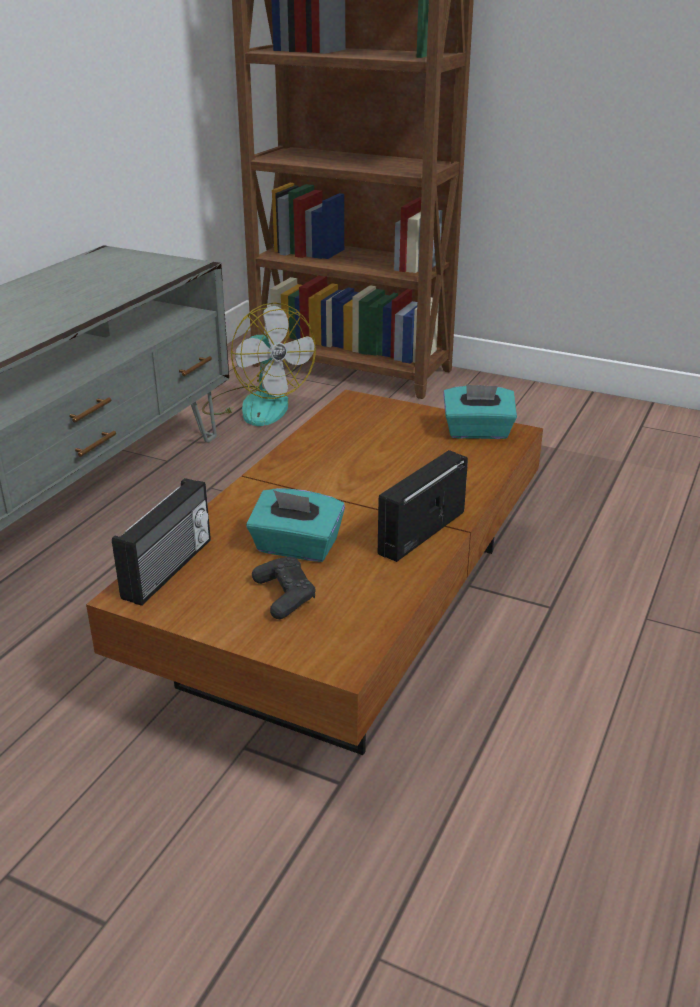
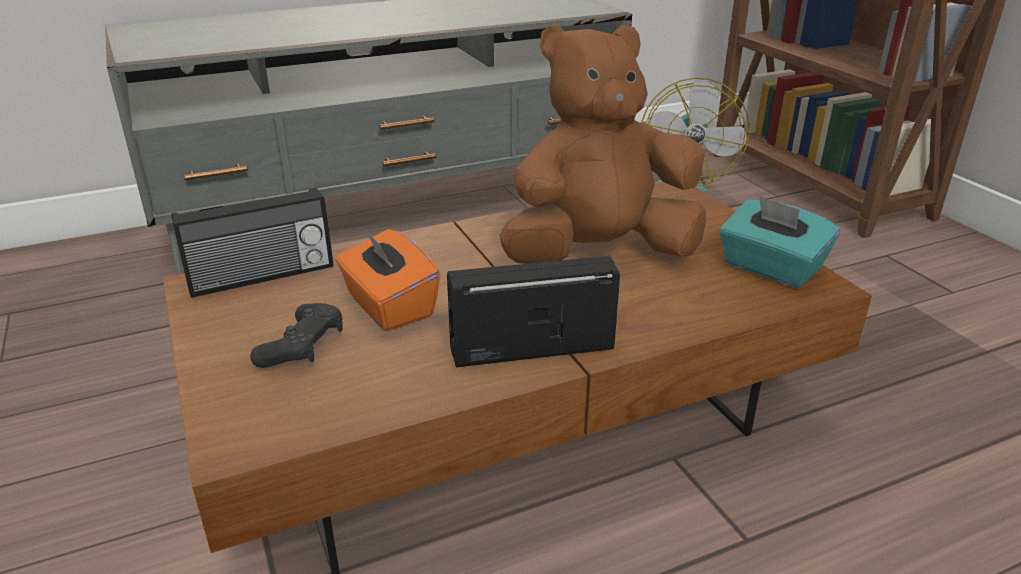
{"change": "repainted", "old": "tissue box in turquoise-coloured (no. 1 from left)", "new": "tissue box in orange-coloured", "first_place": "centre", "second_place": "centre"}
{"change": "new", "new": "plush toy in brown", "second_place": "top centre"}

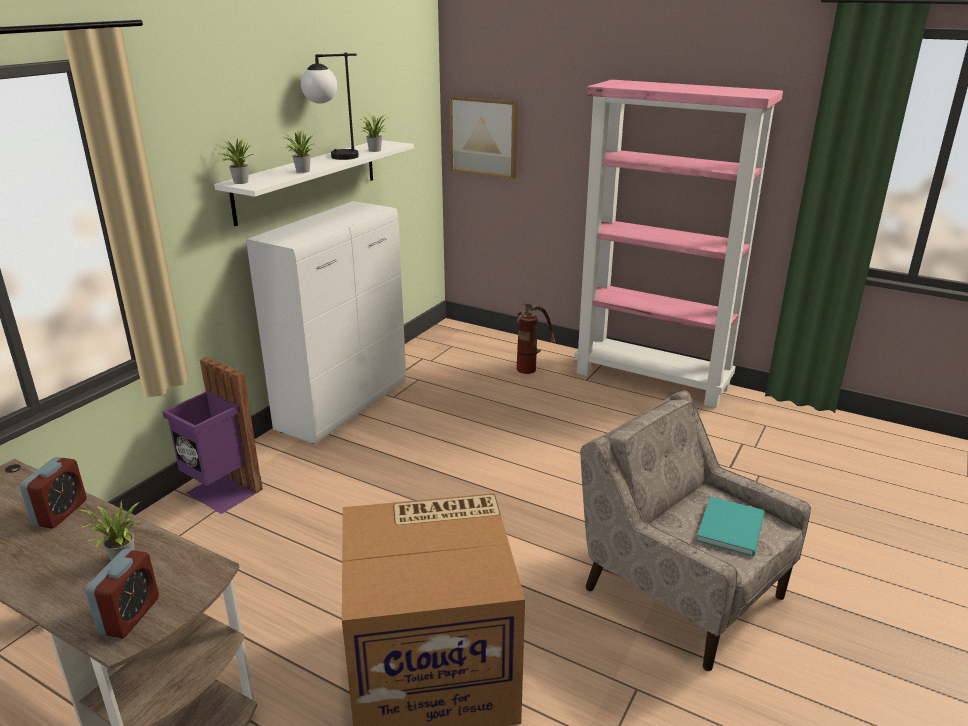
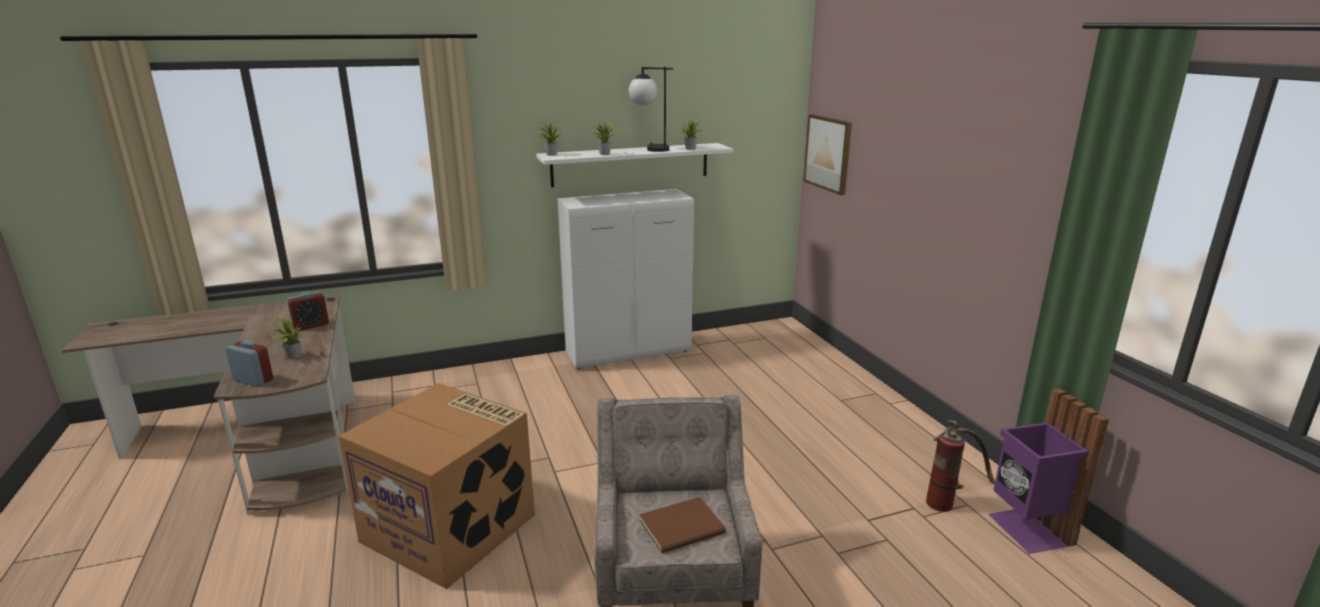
{"change": "gone", "old": "bookcase in pink-coloured", "first_place": "middle right"}
{"change": "shifted", "old": "fire-fighting cylinder", "first_place": "centre", "second_place": "bottom right"}
{"change": "shifted", "old": "waste bin in purple", "first_place": "middle left", "second_place": "bottom right"}
{"change": "repainted", "old": "volume in turquoise-coloured", "new": "volume in brown", "first_place": "bottom right", "second_place": "bottom centre"}
{"change": "rotated", "old": "alarm clock (no. 2 from left in the first image)", "first_place": "bottom left", "second_place": "middle left", "degrees": -120}

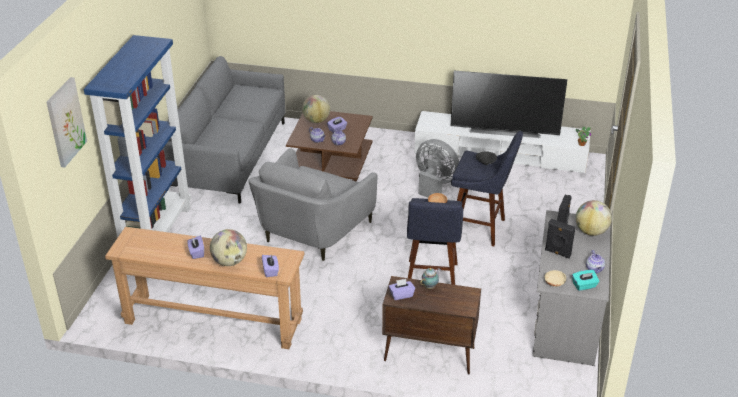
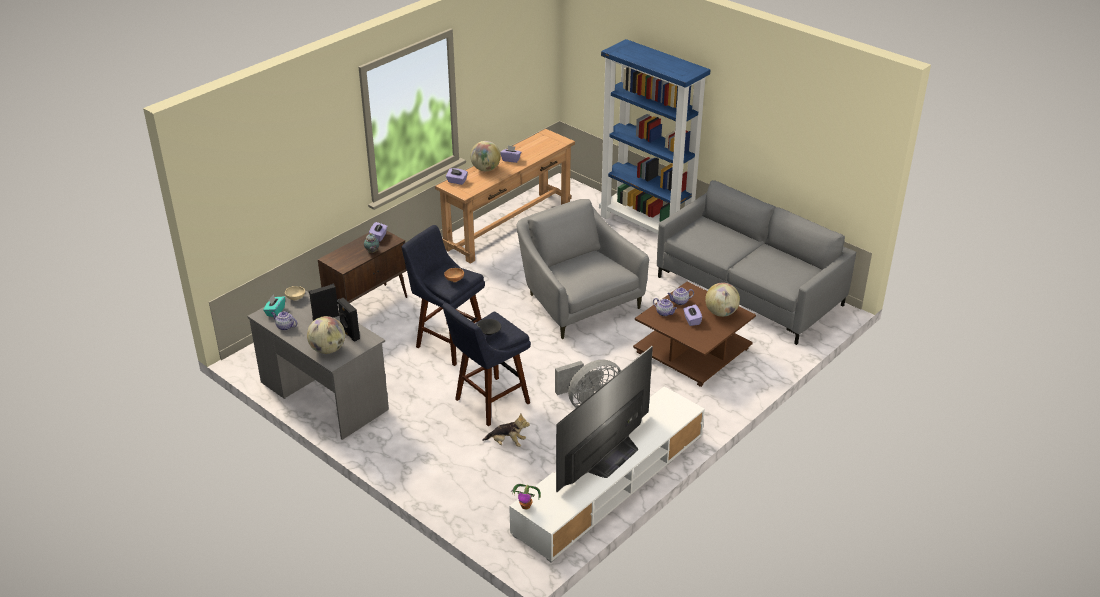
{"change": "gone", "old": "wall picture", "first_place": "top left"}
{"change": "new", "new": "plush toy", "second_place": "bottom centre"}

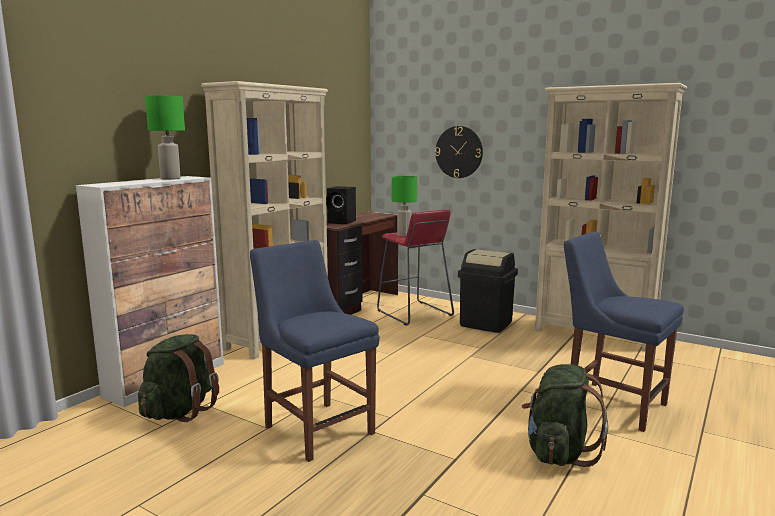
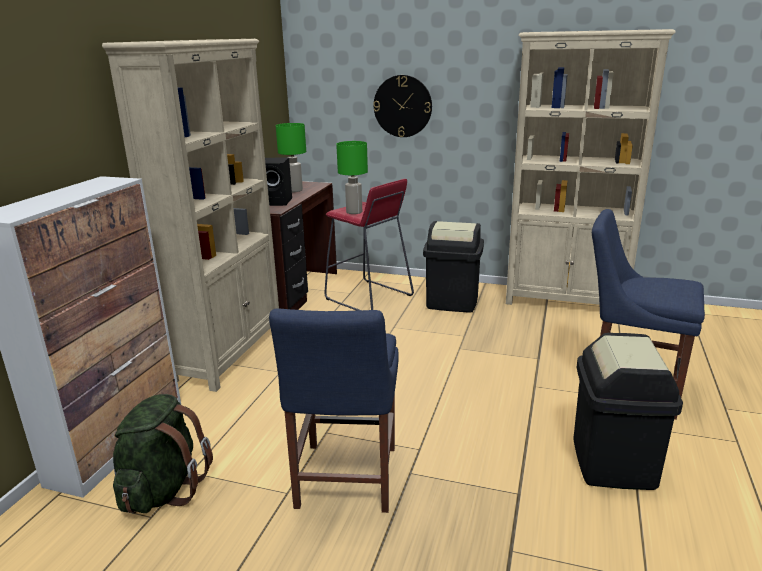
{"change": "shifted", "old": "table lamp in green-coloured (no. 1 from left)", "first_place": "top left", "second_place": "top centre"}
{"change": "rotated", "old": "chair in blue-coloured (no. 1 from left)", "first_place": "bottom centre", "second_place": "bottom centre", "degrees": -120}
{"change": "swapped", "old": "rucksack in green-coloured (no. 2 from left)", "new": "waste bin in black (no. 2 from left)", "first_place": "bottom right", "second_place": "bottom right"}

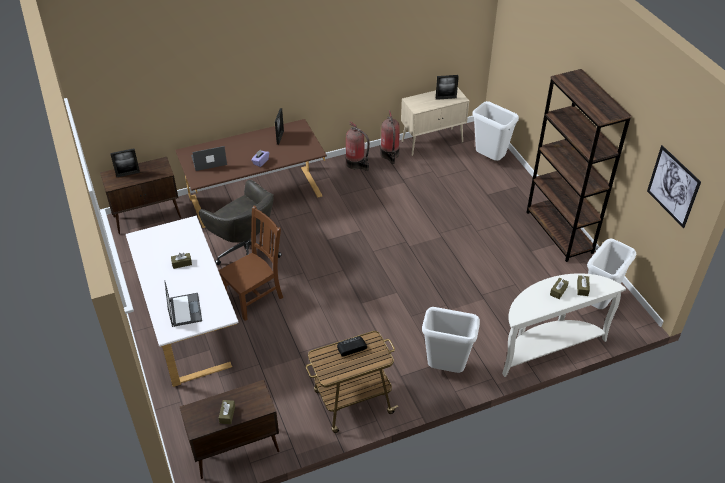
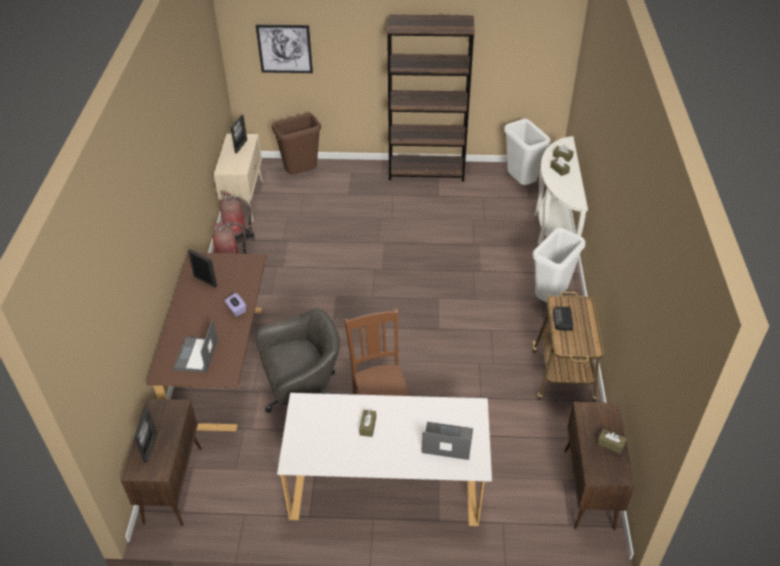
{"change": "repainted", "old": "waste bin in white-coloured (no. 2 from left)", "new": "waste bin in brown", "first_place": "top right", "second_place": "top centre"}
{"change": "shifted", "old": "wall picture", "first_place": "middle right", "second_place": "top centre"}

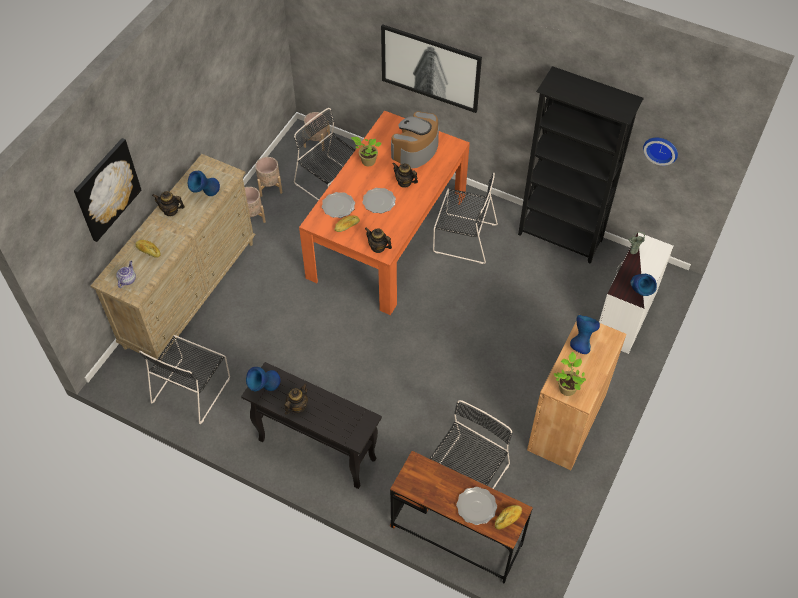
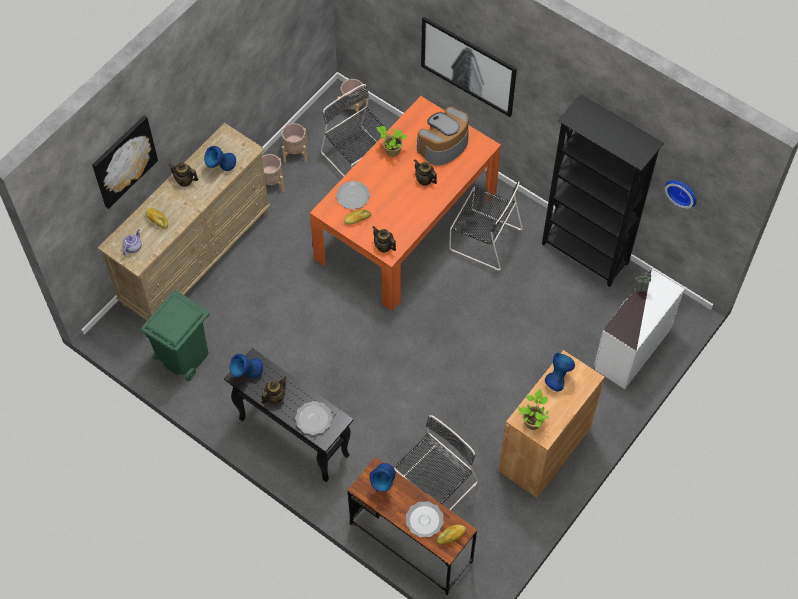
{"change": "shifted", "old": "flat dish (no. 2 from left in the first image)", "new": "flat dish (no. 1 from left)", "first_place": "centre", "second_place": "bottom centre"}
{"change": "shifted", "old": "flower vase in blue-coloured (no. 4 from left in the first image)", "new": "flower vase in blue-coloured (no. 3 from left)", "first_place": "middle right", "second_place": "bottom centre"}
{"change": "swapped", "old": "chair in black (no. 1 from left)", "new": "waste bin in green-coloured", "first_place": "middle left", "second_place": "middle left"}

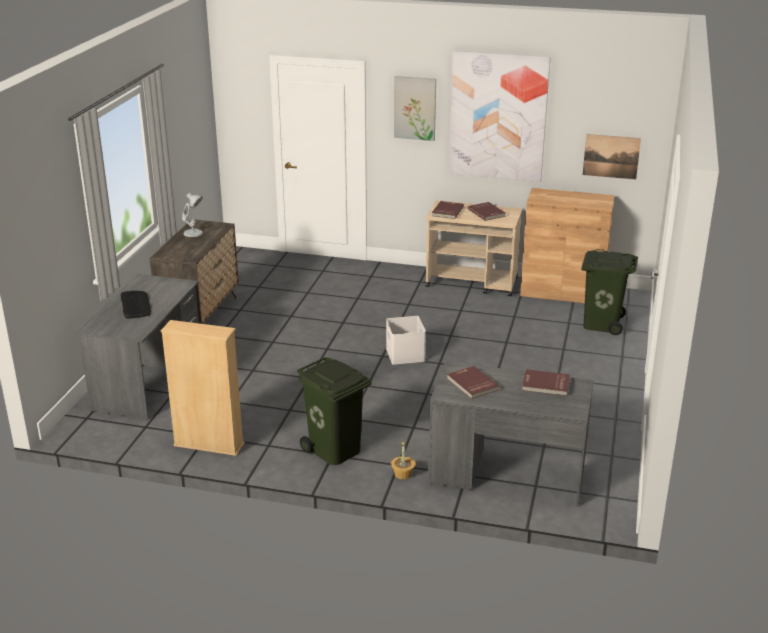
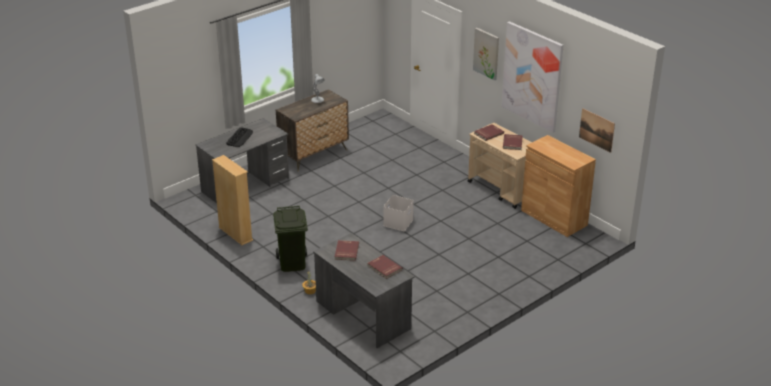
{"change": "gone", "old": "waste bin in green-coloured (no. 2 from left)", "first_place": "middle right"}

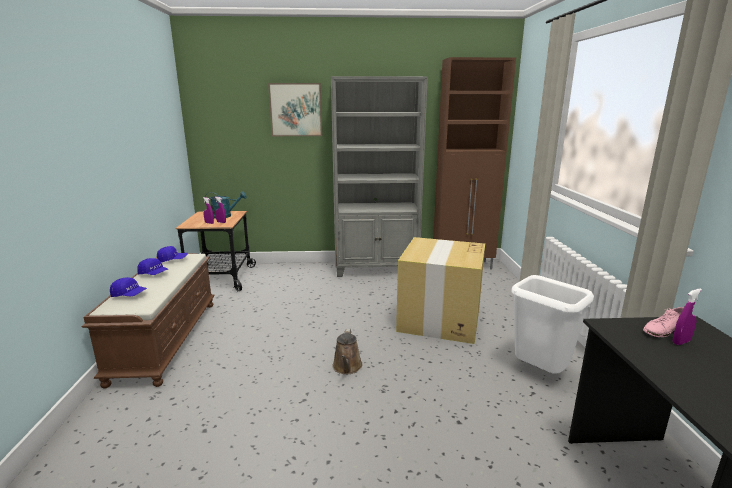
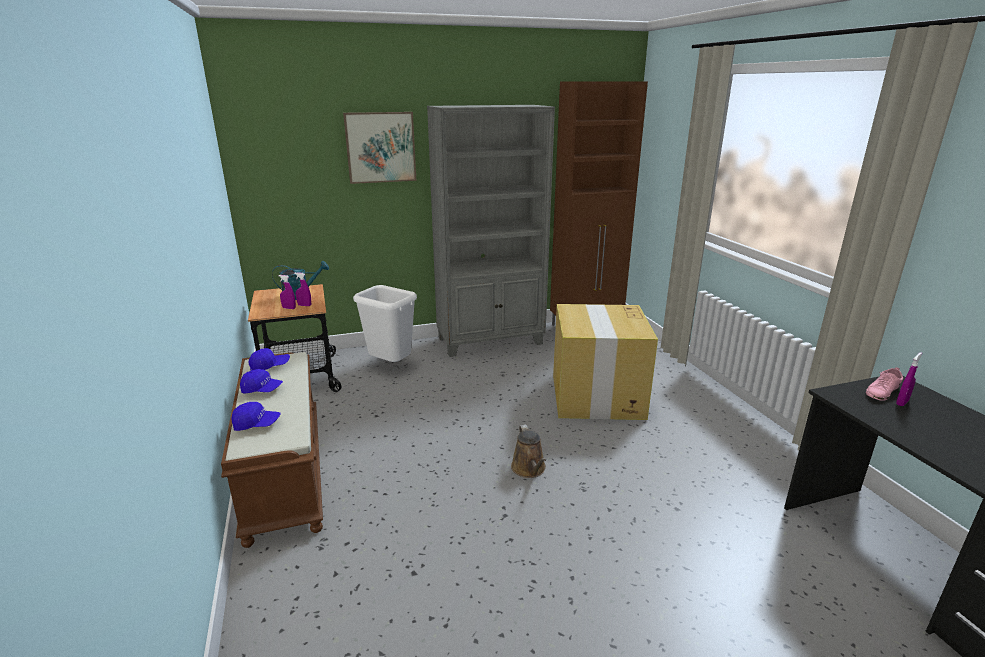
{"change": "shifted", "old": "waste bin in white-coloured", "first_place": "middle right", "second_place": "centre"}

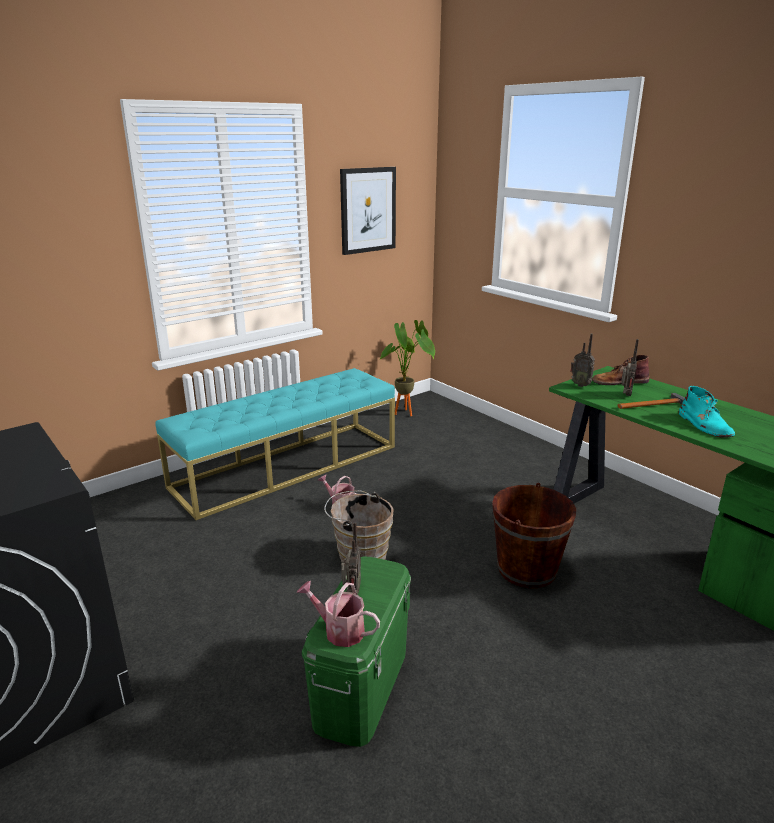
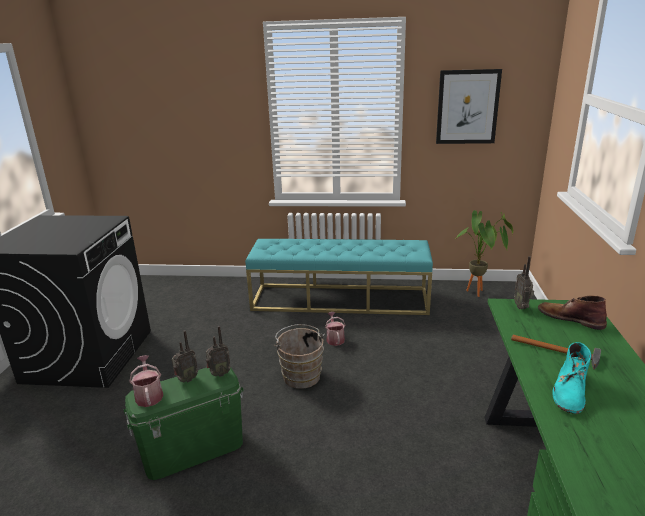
{"change": "shifted", "old": "radio set (no. 3 from left in the first image)", "new": "radio set (no. 2 from left)", "first_place": "middle right", "second_place": "bottom centre"}
{"change": "gone", "old": "bucket in brown (no. 2 from left)", "first_place": "middle right"}

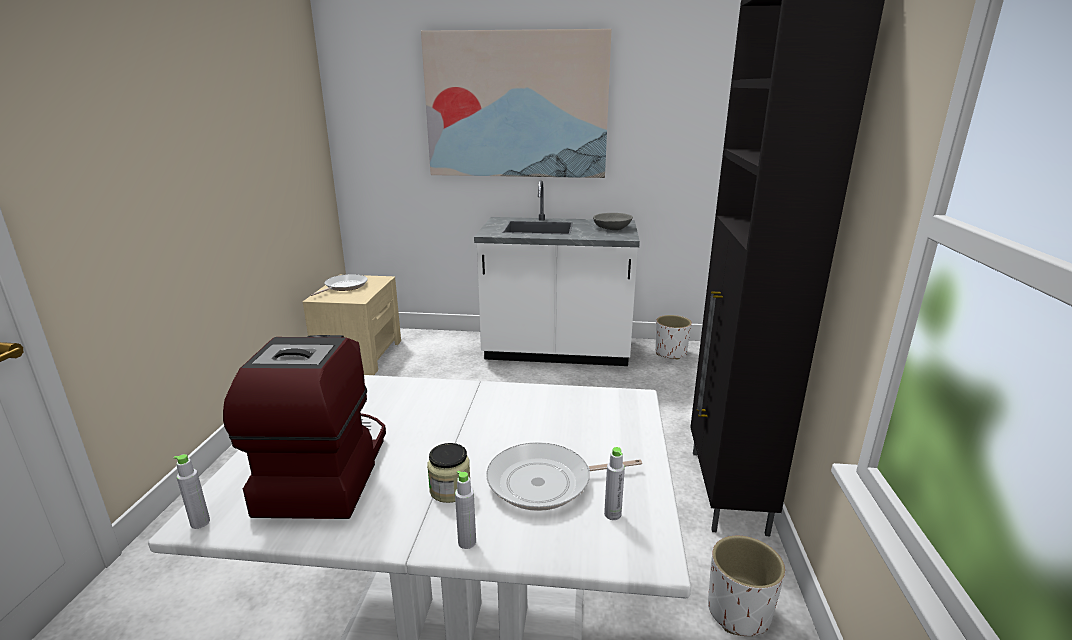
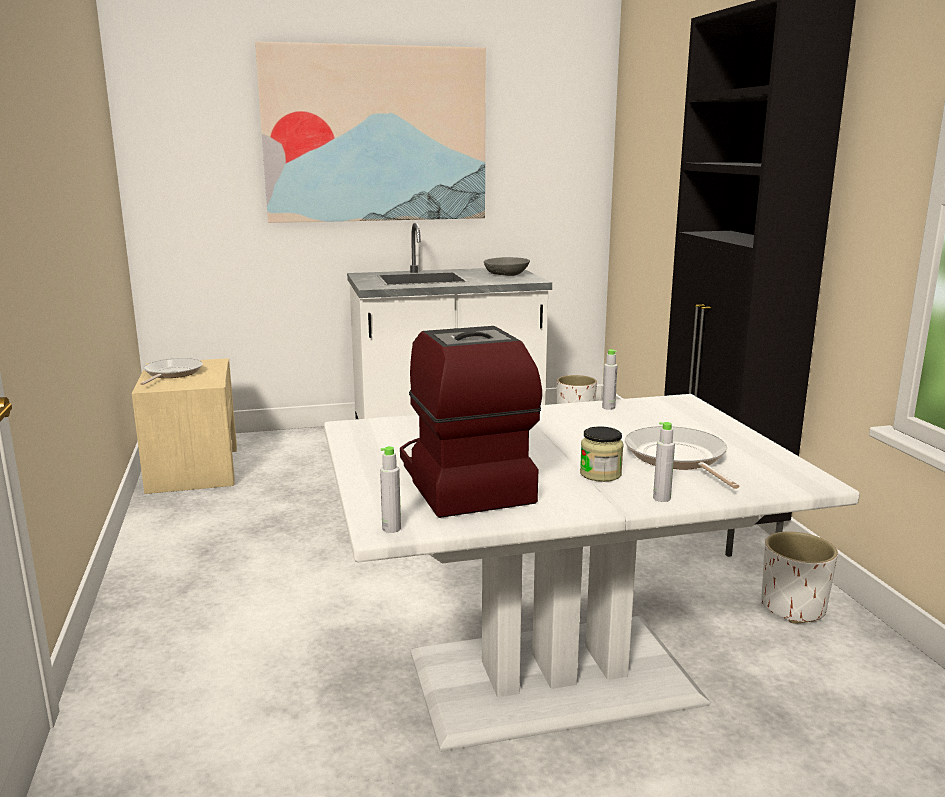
{"change": "rotated", "old": "frying pan (no. 2 from left)", "first_place": "bottom centre", "second_place": "middle right", "degrees": 105}
{"change": "shifted", "old": "drink bottle in gray (no. 3 from left in the first image)", "new": "drink bottle in gray (no. 2 from left)", "first_place": "bottom centre", "second_place": "centre"}

